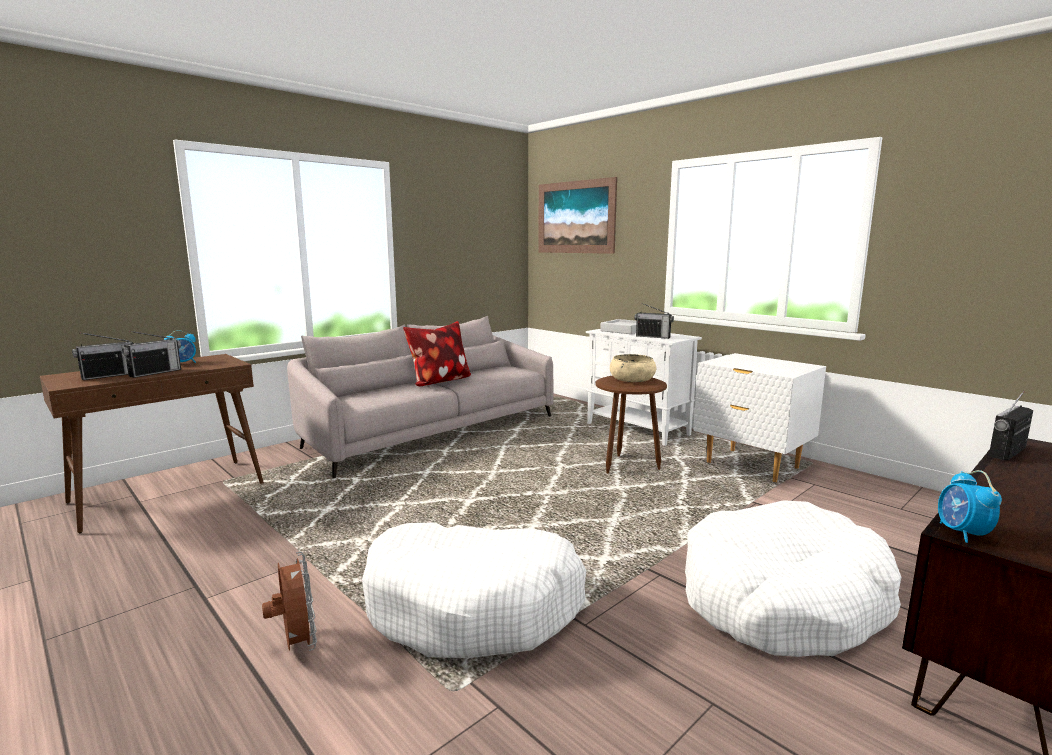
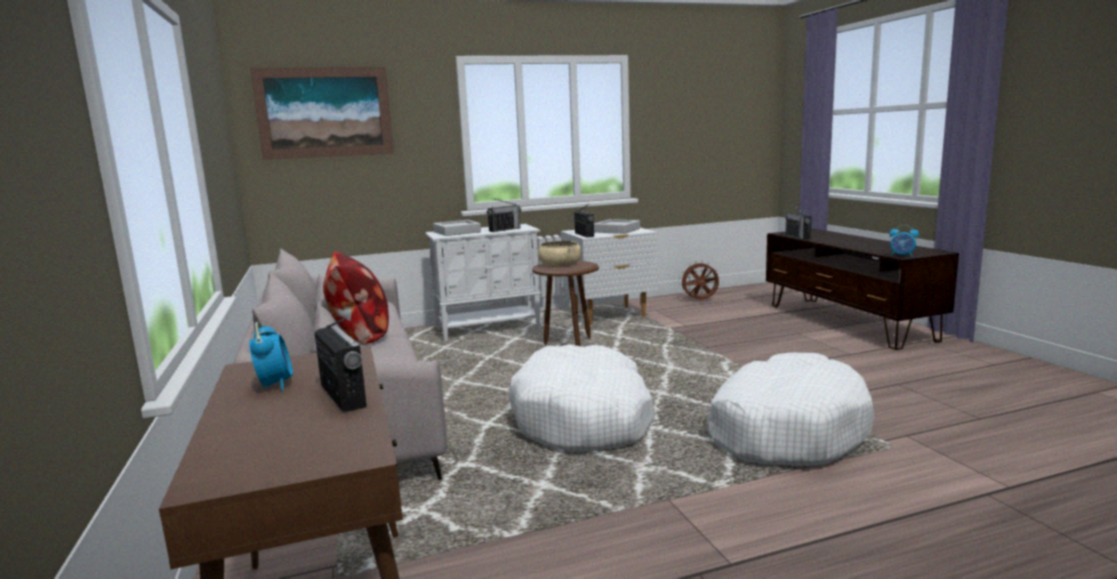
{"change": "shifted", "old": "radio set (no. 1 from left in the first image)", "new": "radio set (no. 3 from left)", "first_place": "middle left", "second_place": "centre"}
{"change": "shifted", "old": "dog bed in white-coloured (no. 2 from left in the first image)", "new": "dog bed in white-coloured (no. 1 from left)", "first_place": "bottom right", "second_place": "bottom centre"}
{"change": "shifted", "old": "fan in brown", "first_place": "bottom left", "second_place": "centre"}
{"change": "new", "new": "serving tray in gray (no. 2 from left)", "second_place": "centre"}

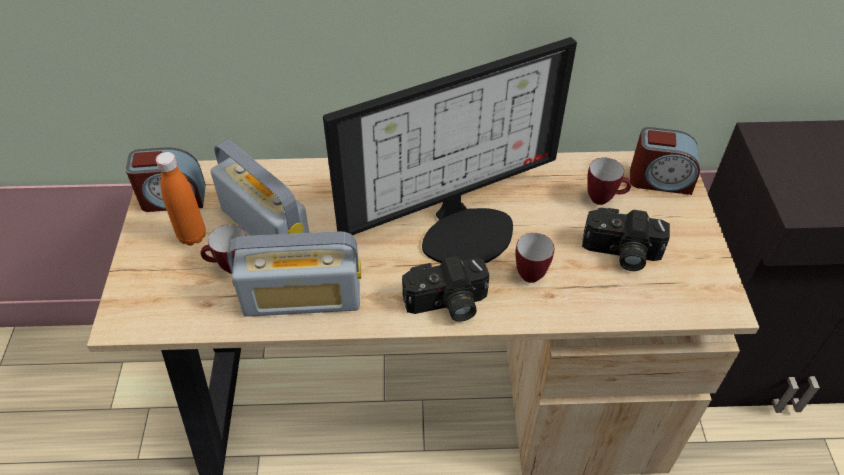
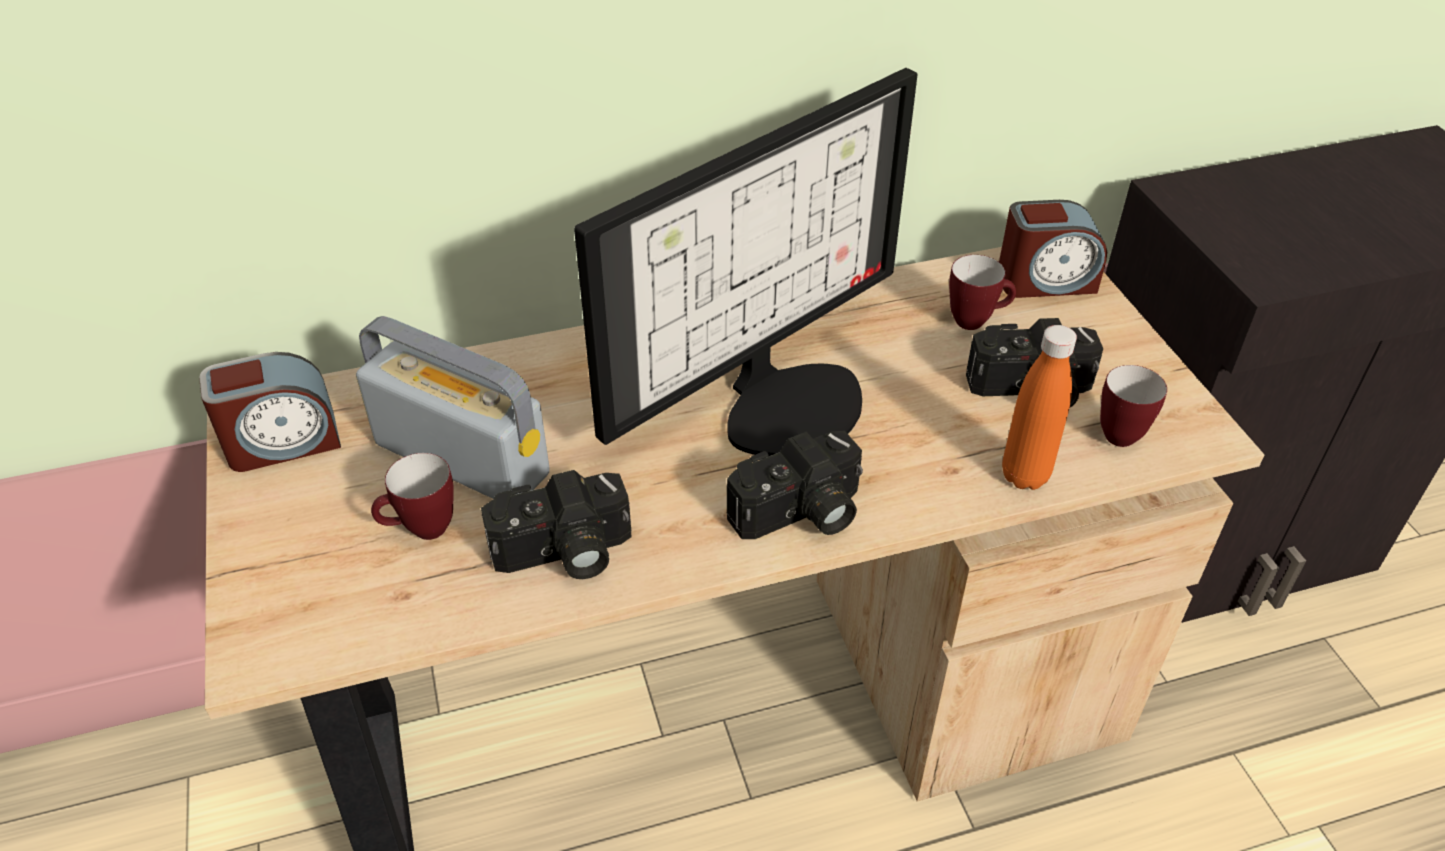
{"change": "shifted", "old": "drink bottle in orange-coloured", "first_place": "middle left", "second_place": "middle right"}
{"change": "swapped", "old": "radio set (no. 2 from left)", "new": "still camera (no. 1 from left)", "first_place": "centre", "second_place": "centre"}
{"change": "shifted", "old": "tea mug (no. 2 from left in the first image)", "new": "tea mug (no. 3 from left)", "first_place": "centre", "second_place": "middle right"}

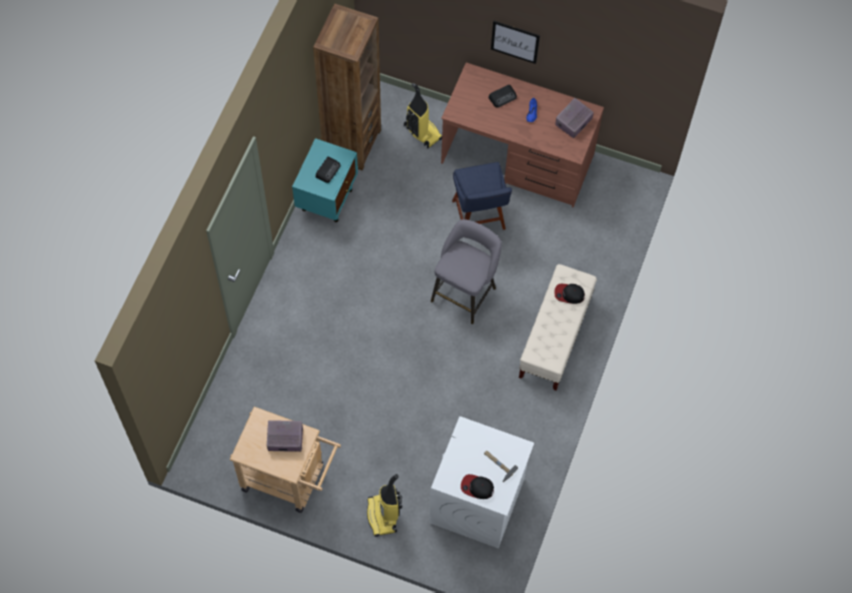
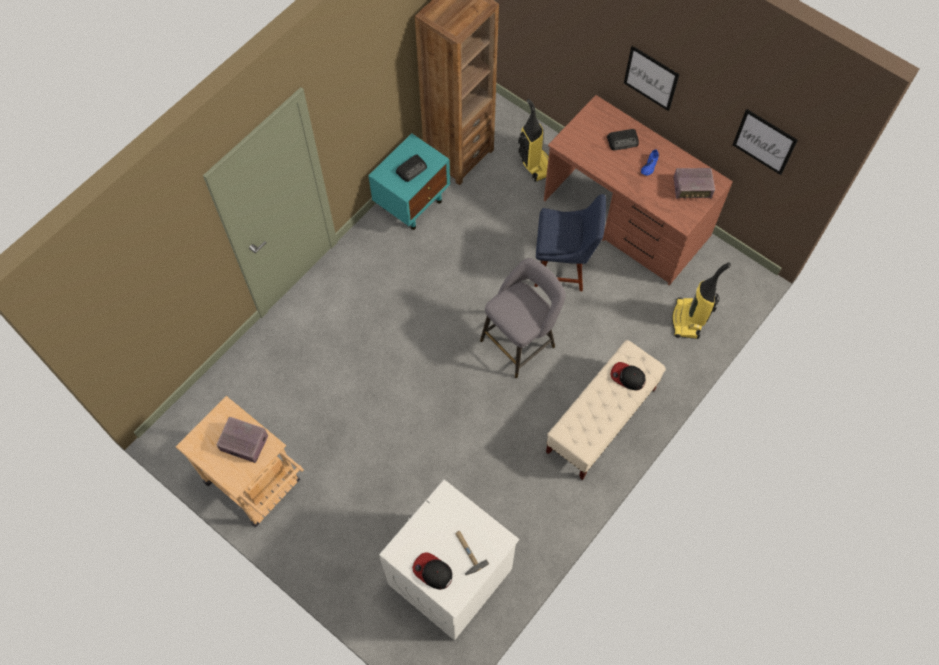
{"change": "rotated", "old": "radio set (no. 4 from left)", "first_place": "top right", "second_place": "top right", "degrees": -150}
{"change": "rotated", "old": "chair in blue-coloured", "first_place": "top centre", "second_place": "centre", "degrees": -90}
{"change": "shifted", "old": "vacuum (no. 1 from left in the first image)", "new": "vacuum (no. 2 from left)", "first_place": "bottom centre", "second_place": "middle right"}
{"change": "new", "new": "wall picture (no. 2 from left)", "second_place": "top right"}

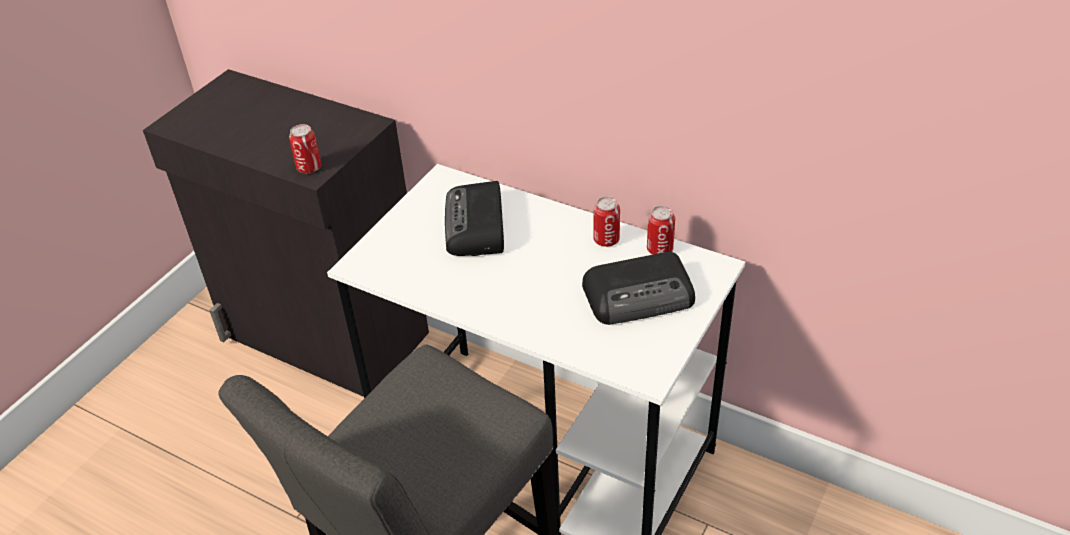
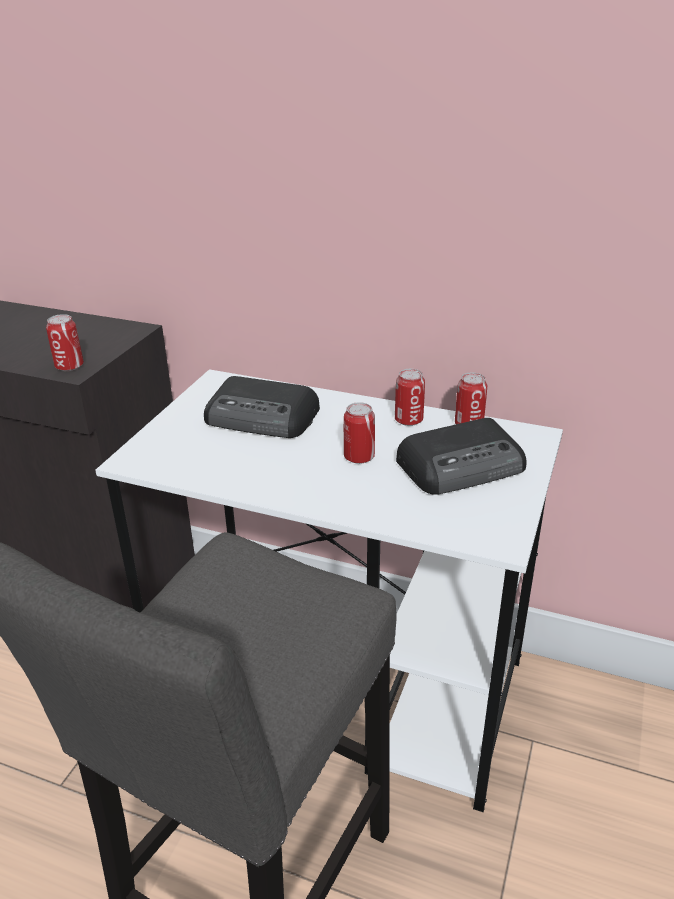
{"change": "rotated", "old": "radio set (no. 1 from left)", "first_place": "centre", "second_place": "centre", "degrees": -60}
{"change": "new", "new": "sealed can (no. 2 from left)", "second_place": "centre"}

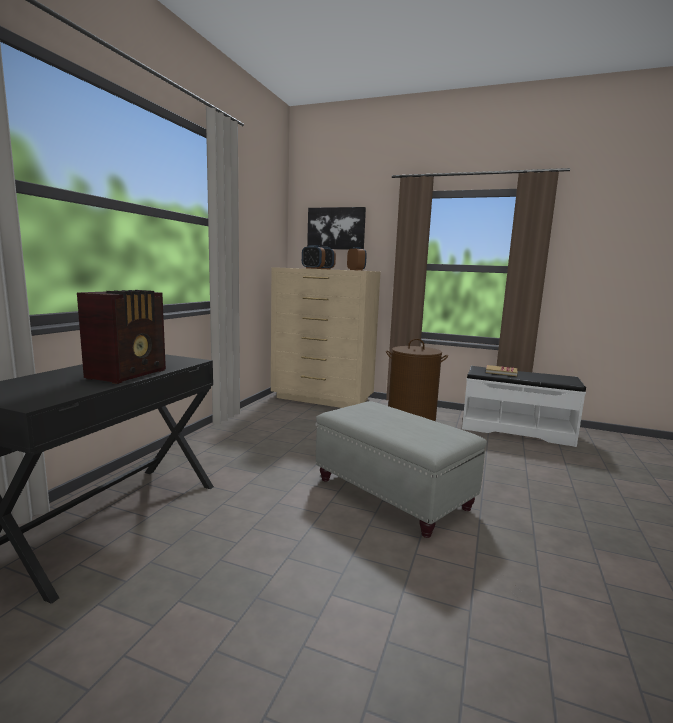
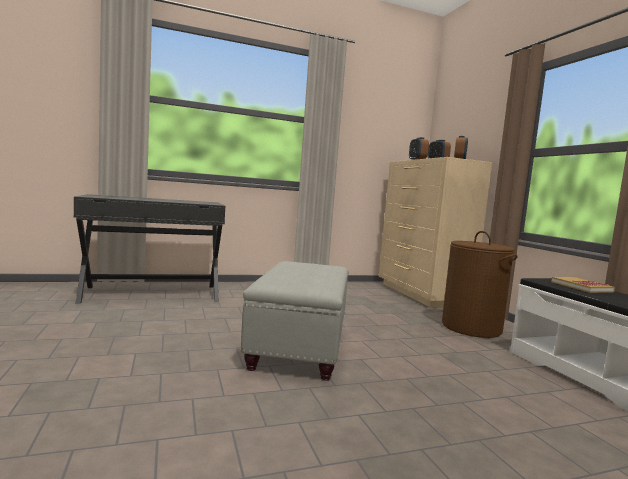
{"change": "gone", "old": "wall picture", "first_place": "top centre"}
{"change": "gone", "old": "radio set", "first_place": "middle left"}

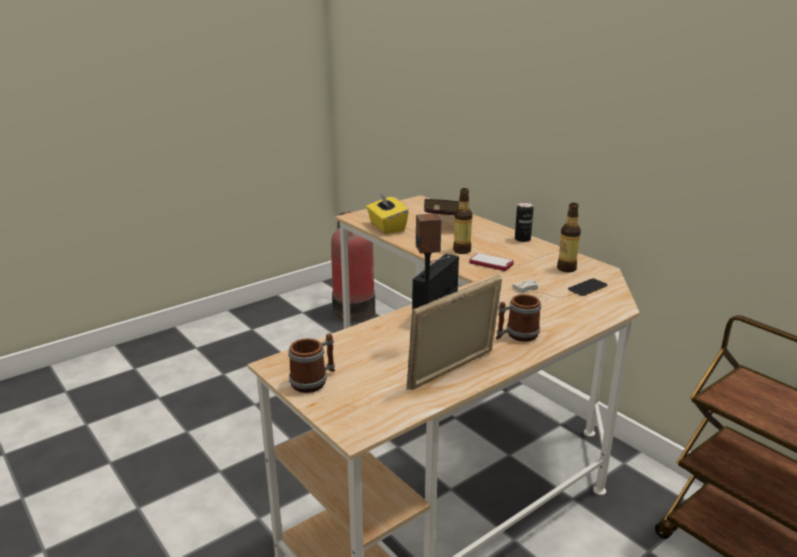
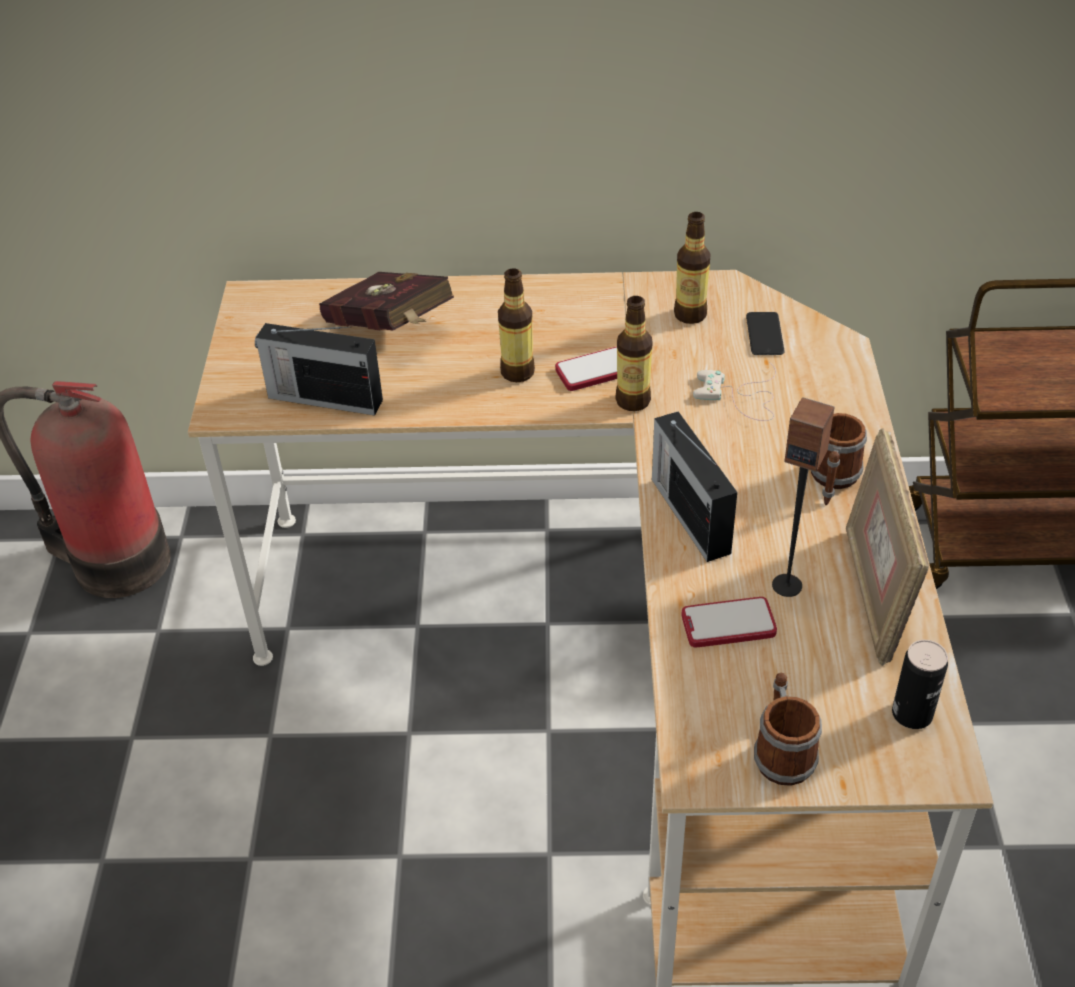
{"change": "swapped", "old": "tissue box in yellow", "new": "radio set (no. 1 from left)", "first_place": "centre", "second_place": "middle left"}
{"change": "shifted", "old": "sealed can", "first_place": "centre", "second_place": "bottom right"}
{"change": "new", "new": "drink bottle (no. 2 from left)", "second_place": "centre"}
{"change": "new", "new": "handset (no. 2 from left)", "second_place": "middle right"}

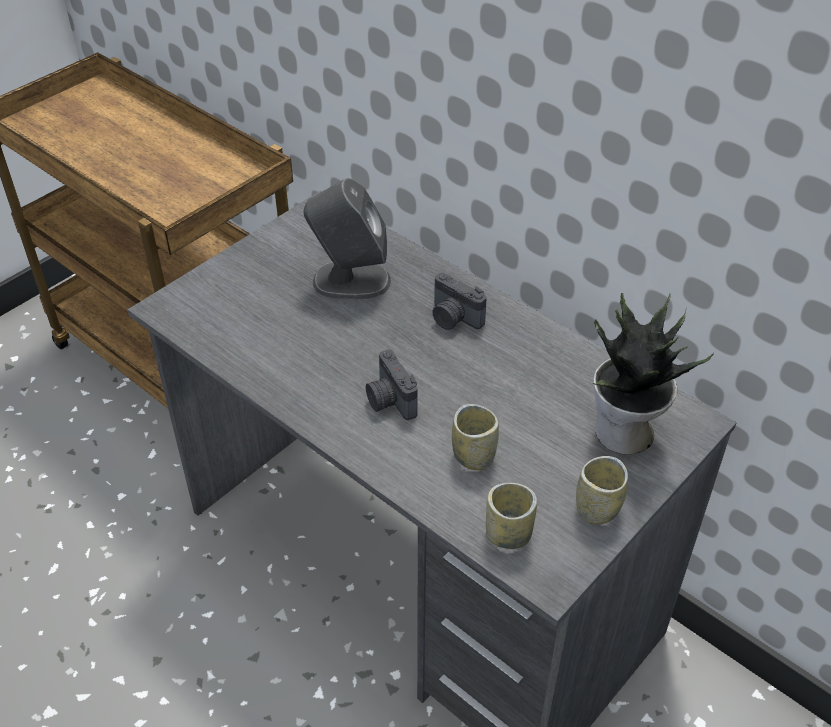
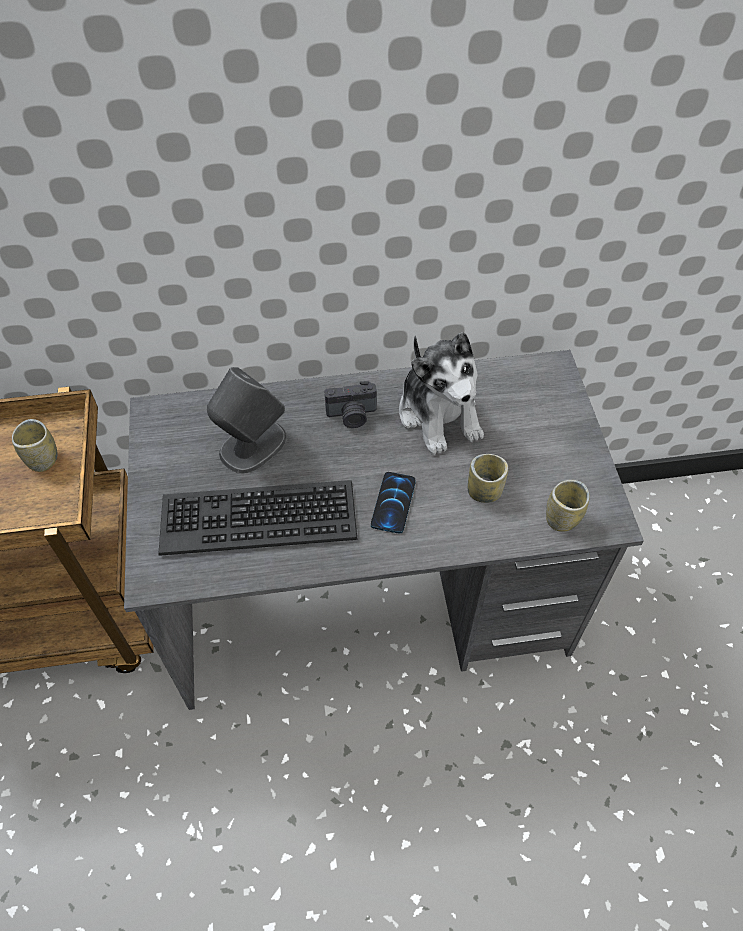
{"change": "gone", "old": "plant in a pot", "first_place": "middle right"}
{"change": "swapped", "old": "still camera (no. 1 from left)", "new": "handset", "first_place": "centre", "second_place": "centre"}
{"change": "shifted", "old": "small cup (no. 3 from left in the first image)", "new": "small cup (no. 1 from left)", "first_place": "bottom right", "second_place": "middle left"}
{"change": "new", "new": "plush toy", "second_place": "centre"}
{"change": "new", "new": "PC keyboard", "second_place": "centre"}

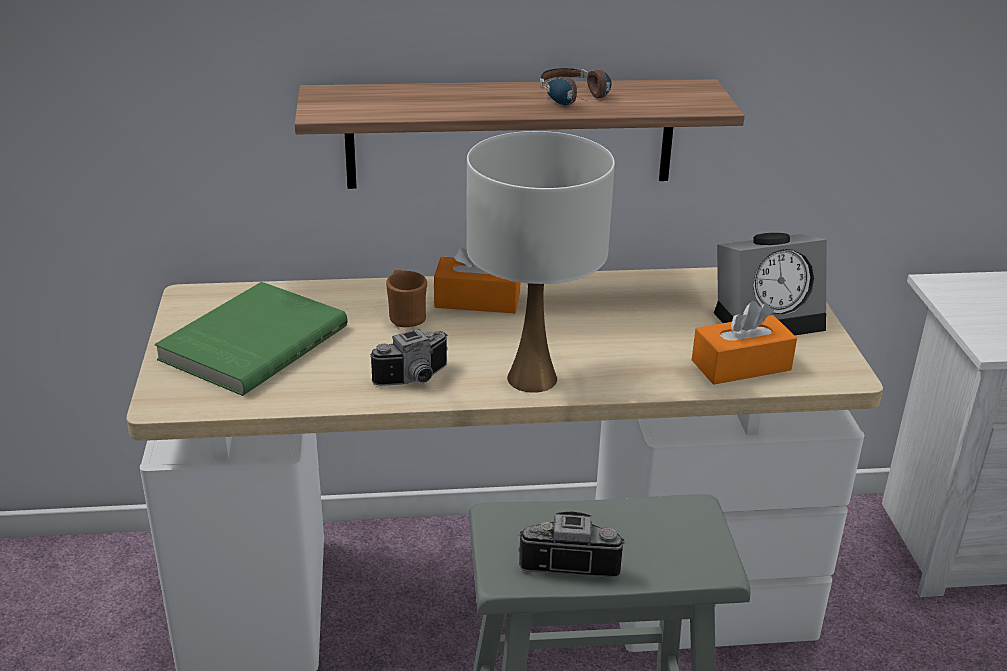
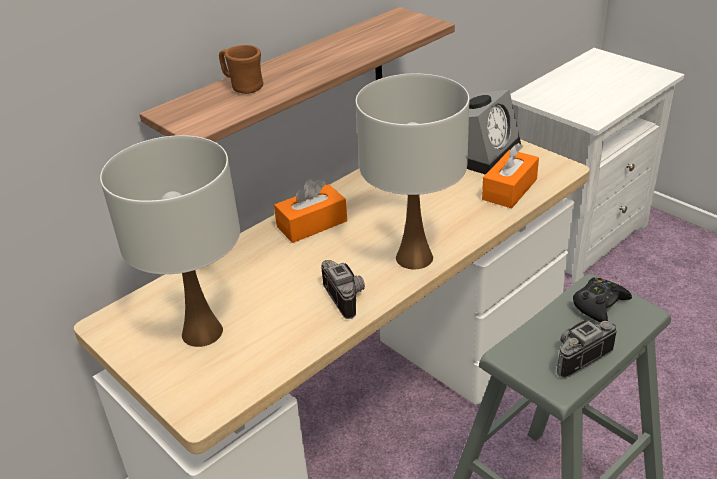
{"change": "gone", "old": "headset", "first_place": "top centre"}
{"change": "shifted", "old": "tea mug in brown", "first_place": "centre", "second_place": "top centre"}
{"change": "swapped", "old": "volume in green-coloured", "new": "table lamp in white-coloured (no. 1 from left)", "first_place": "middle left", "second_place": "middle left"}
{"change": "rotated", "old": "still camera (no. 1 from left)", "first_place": "centre", "second_place": "centre", "degrees": -45}
{"change": "new", "new": "joypad in black", "second_place": "middle right"}

